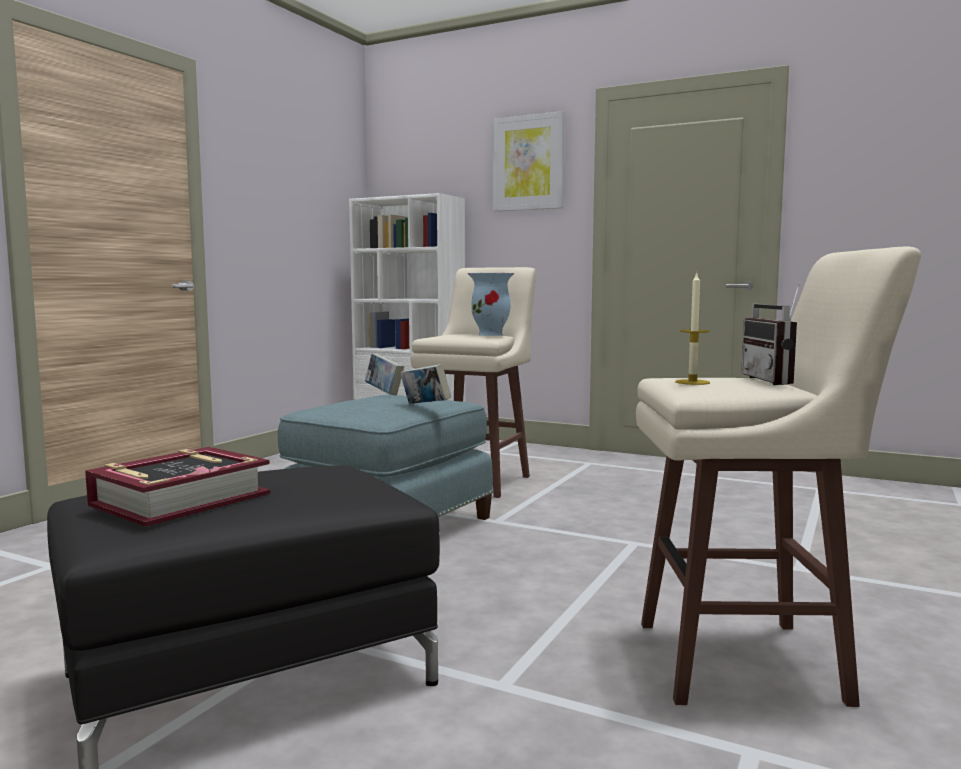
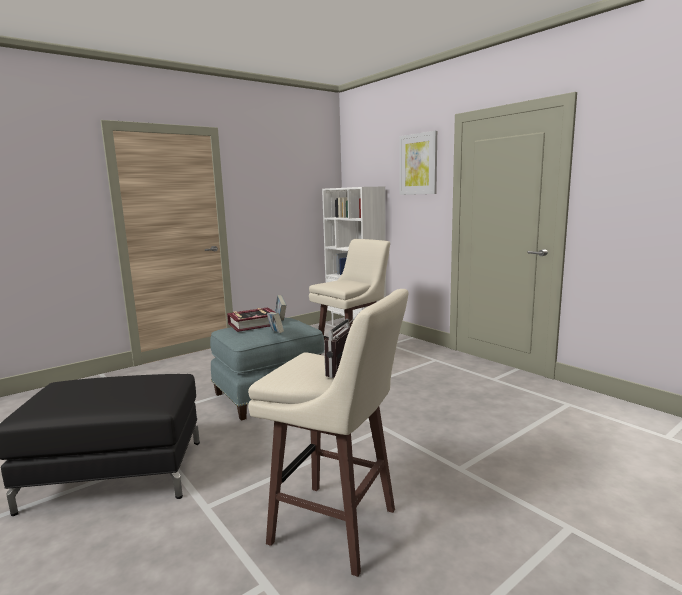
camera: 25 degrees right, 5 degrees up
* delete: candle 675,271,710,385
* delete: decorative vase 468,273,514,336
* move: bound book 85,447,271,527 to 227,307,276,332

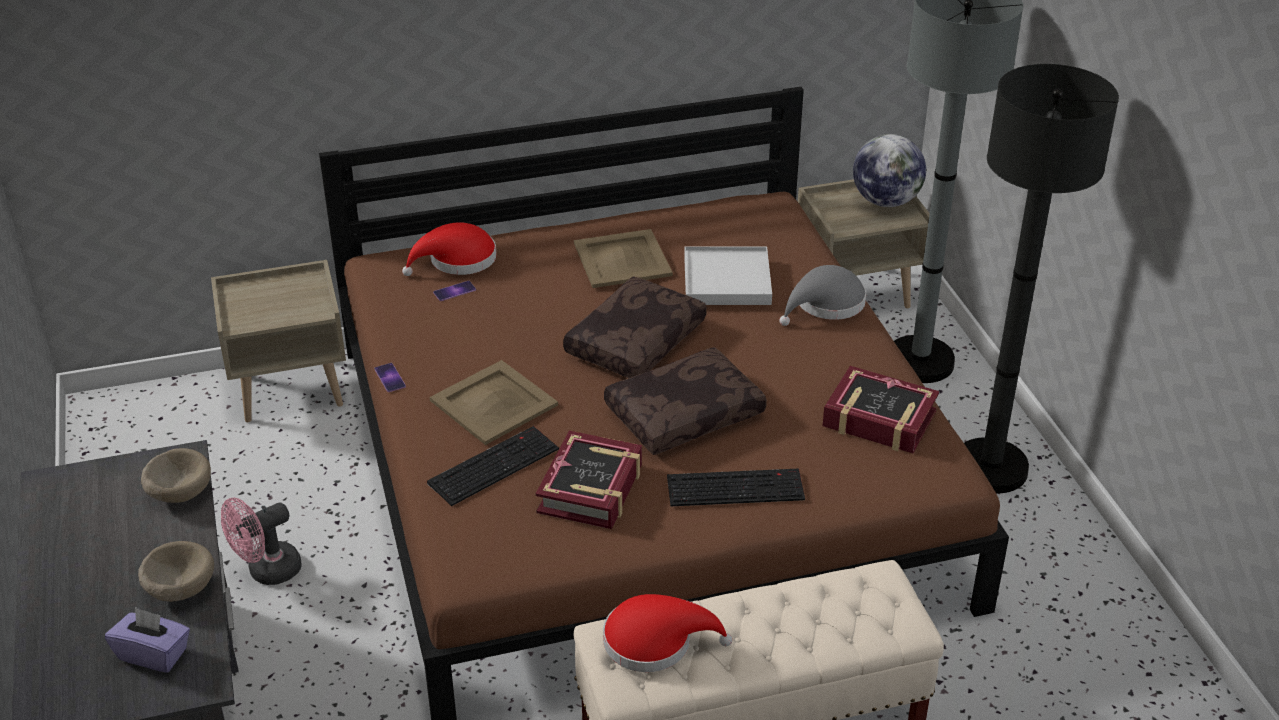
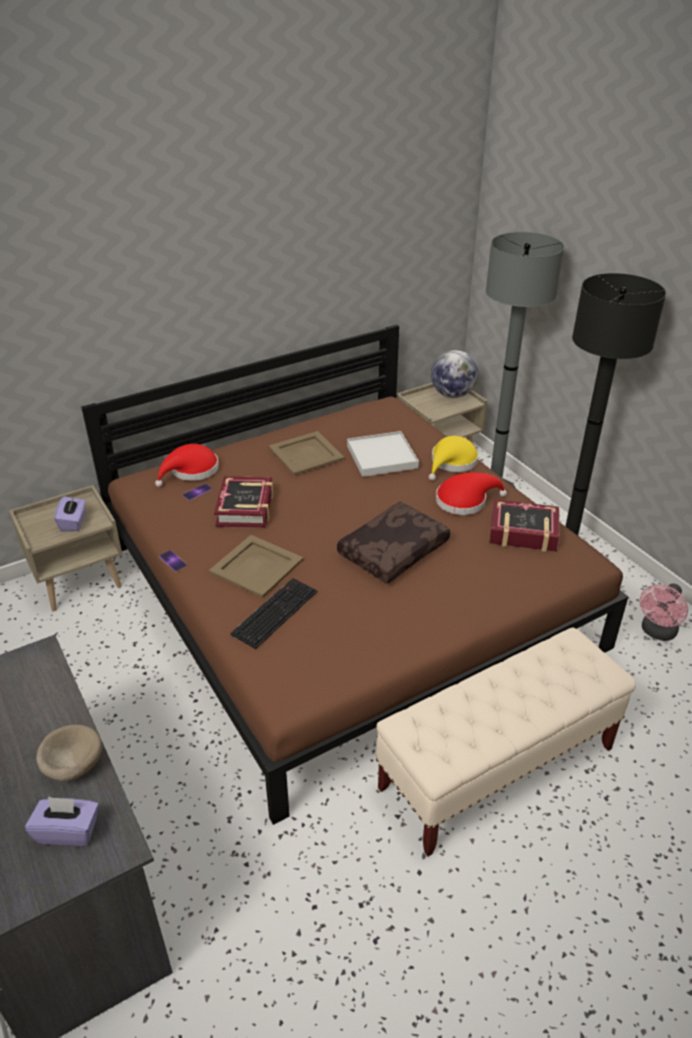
camera: 15 degrees left, 0 degrees up
* recolor: gray clothing hat 779,265,866,326 to yellow-coloured clothing hat 429,436,479,481
* delete: brown throw pillow 563,276,707,378
* move: bound book 536,431,642,529 to 214,476,273,528
* delete: sand-coloured deep dish 141,448,211,503
* delete: computer keyboard 667,469,805,506
* move: pink fan 221,497,302,585 to 640,583,688,641
* move: reddish clothing hat 603,594,732,672 to 436,472,507,515
* insert: purple-coloured tissue holder 54,496,86,532

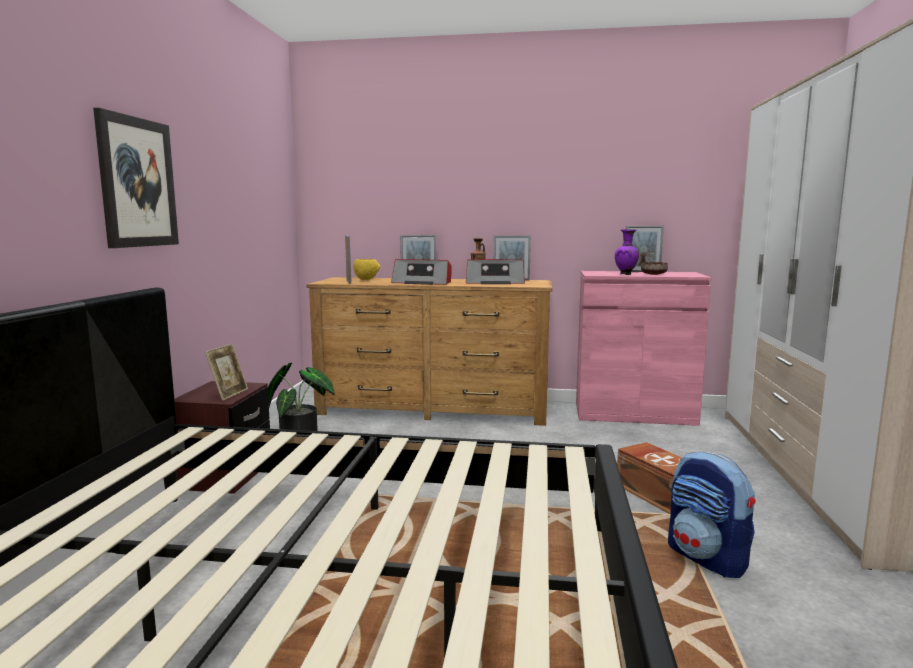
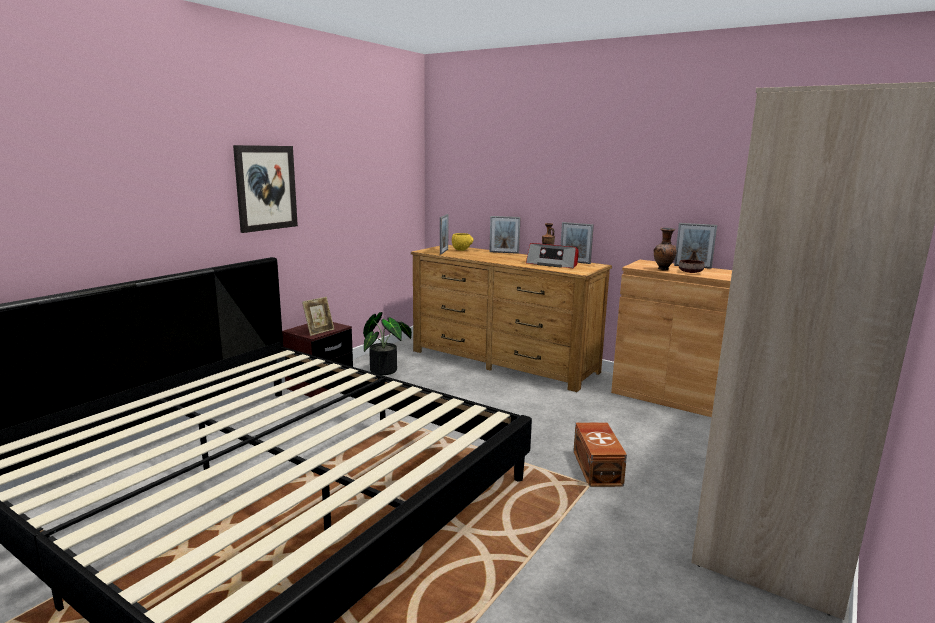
camera: 25 degrees right, 5 degrees up
* recolor: purple-coloured decorative vase 615,229,639,275 to brown decorative vase 654,228,676,271
* delete: radio set 391,259,451,285
* recolor: pink cabinet 576,271,711,426 to brown cabinet 611,260,732,417
* delete: rucksack 668,451,756,578

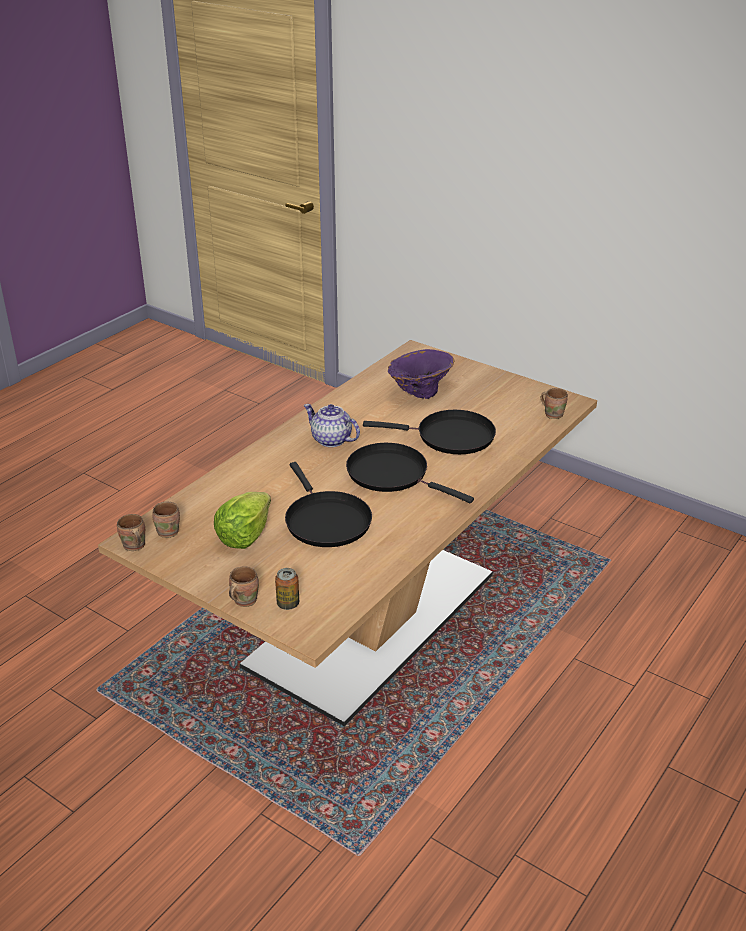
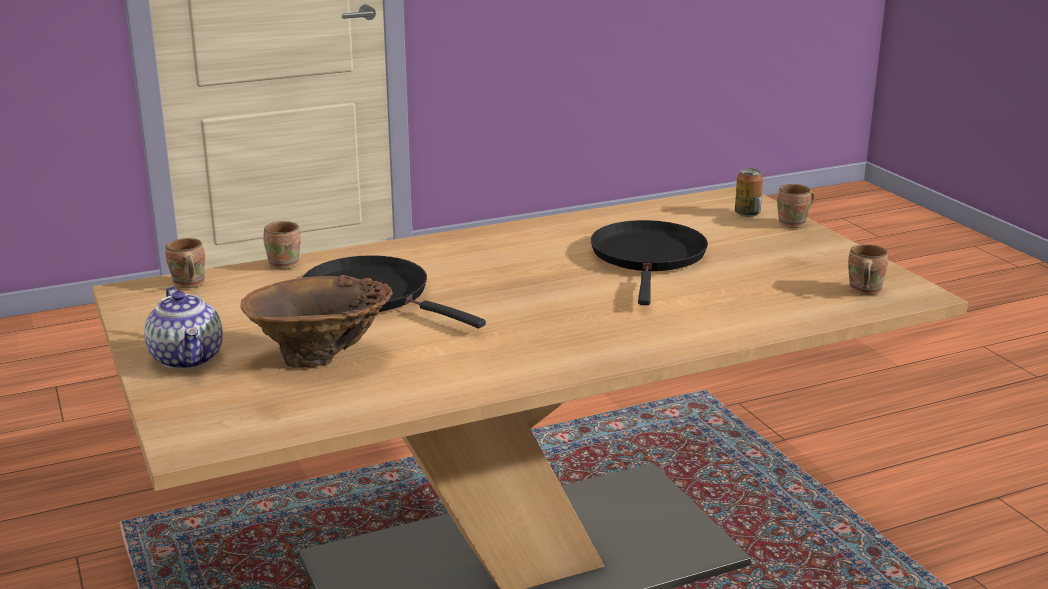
camera: 150 degrees left, 10 degrees down
* recolor: purple-coloured decorative vase 388,349,454,399 to brown decorative vase 240,275,393,368
* move: pot for tea 304,404,360,447 to 144,287,223,370
* delete: blackish skillet 346,443,474,503
* delete: head of lettuce 214,492,271,549
* move: brown mug 117,514,145,551 to 263,221,301,269

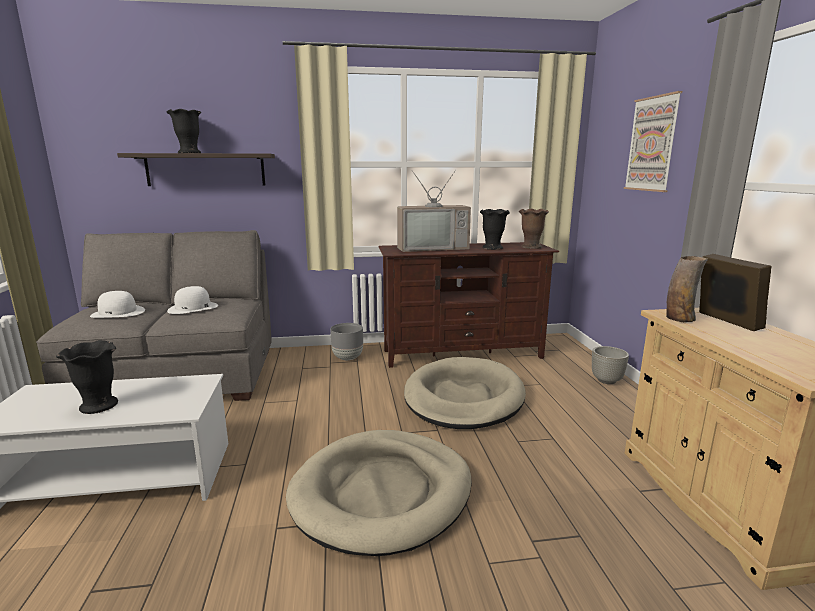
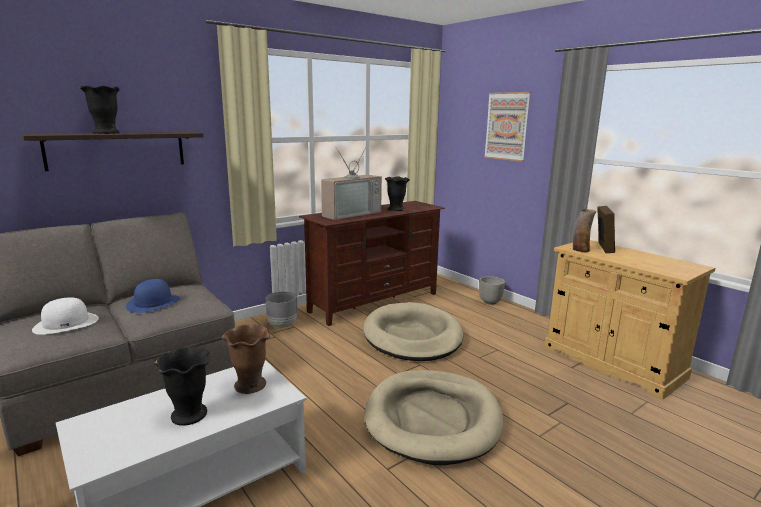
camera: 30 degrees left, 0 degrees up
* move: brown decorative vase 518,209,549,249 to 221,324,270,394
* rotate: picture frame 699,254,771,331 = 597,206,615,253 60 degrees clockwise
* recolor: white-coloured clothing hat 167,286,218,314 to blue clothing hat 126,279,180,313

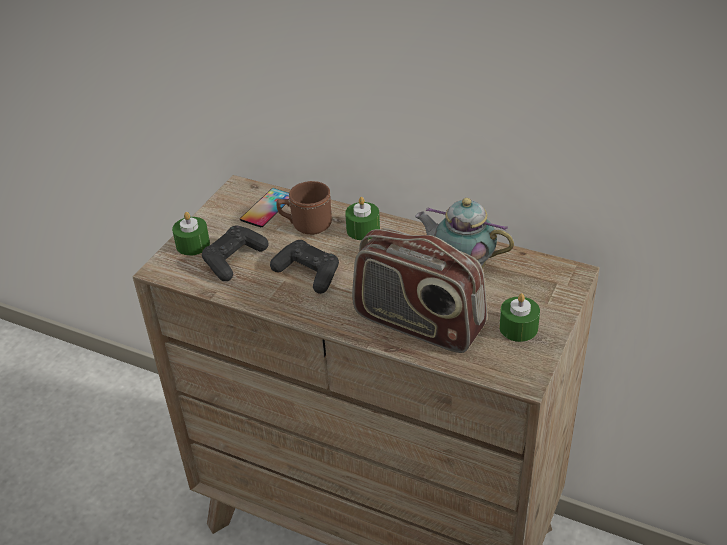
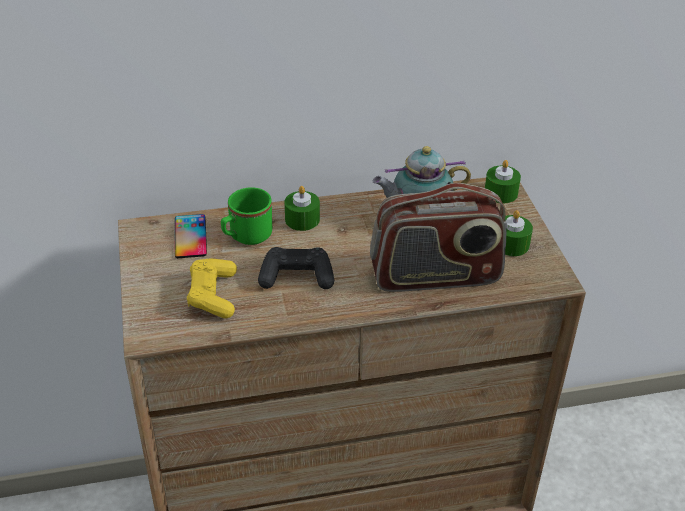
camera: 40 degrees left, 0 degrees up
* recolor: brown mug 276,181,332,235 to green-coloured mug 221,187,272,245
* move: green-coloured candle 172,212,210,256 to 485,160,521,203
* recolor: blackish gamepad 202,225,269,281 to yellow-coloured gamepad 187,259,237,318

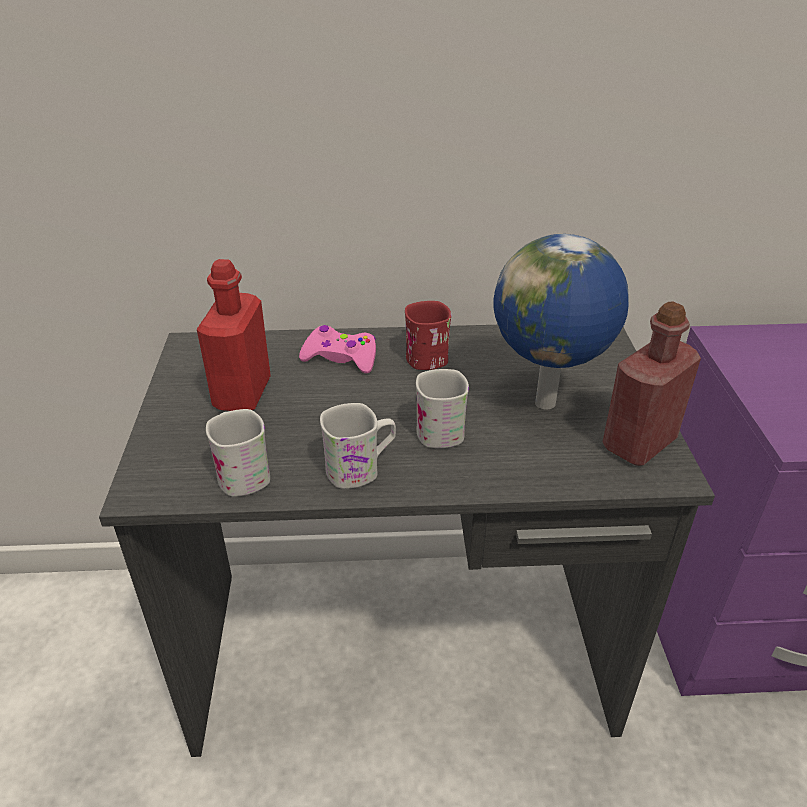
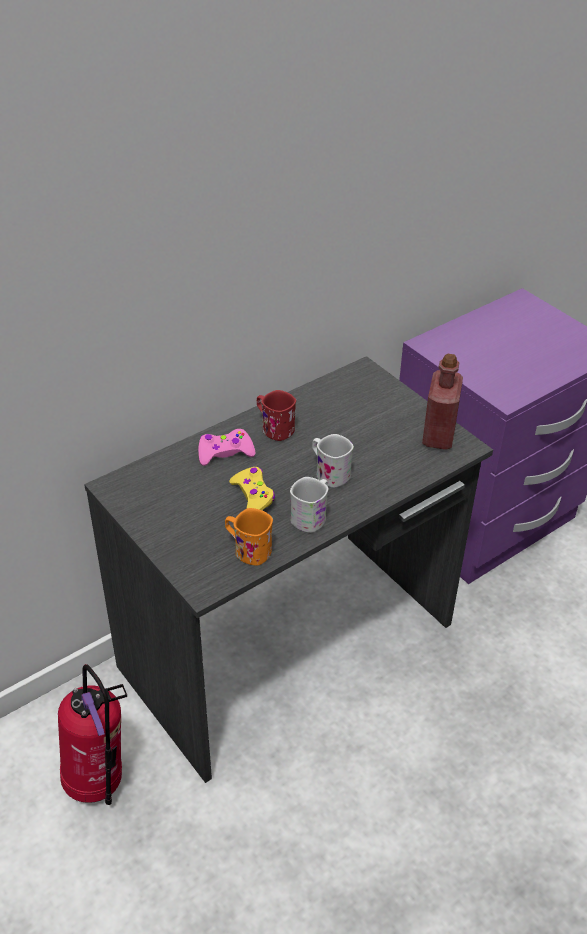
camera: 35 degrees left, 5 degrees up
* delete: desk globe 493,234,629,410
* delete: reddish bottle 197,259,271,411
* recolor: white-coloured mug 206,409,270,496 to orangey mug 225,508,273,566
* insert: yellow-coloured gamepad 229,467,275,510
* insert: fire-fighting cylinder 58,664,127,805

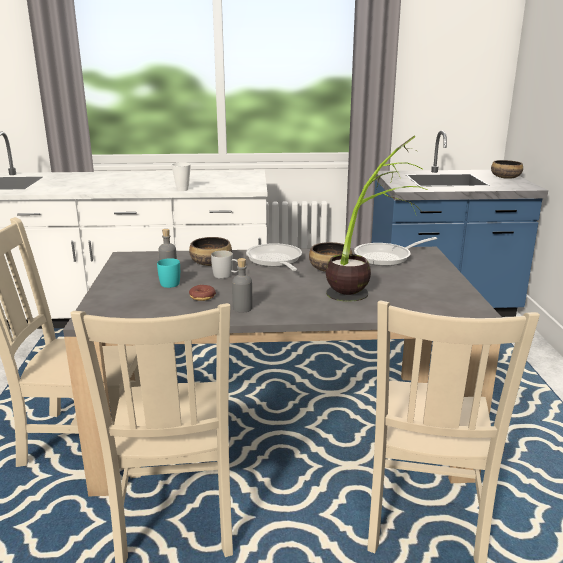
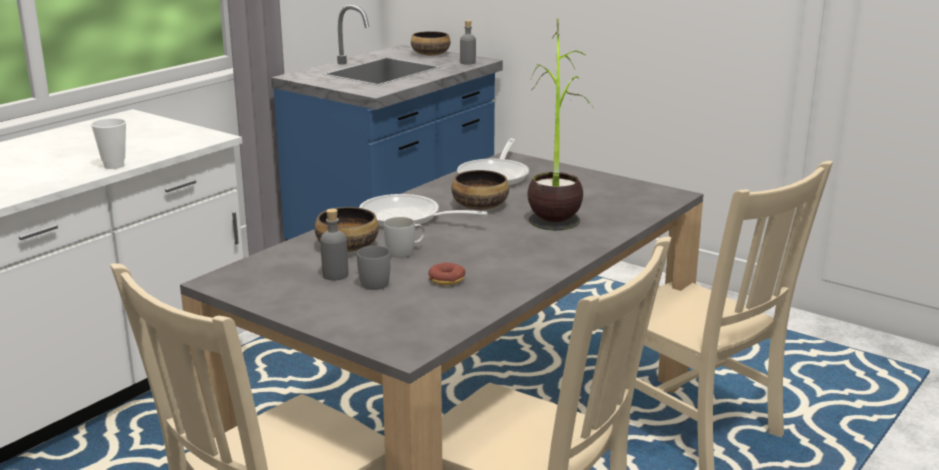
camera: 50 degrees left, 0 degrees up
* recolor: turquoise-coloured mug 157,258,180,288 to gray mug 357,246,391,290
* move: gray bottle 232,258,252,313 to 460,20,476,65

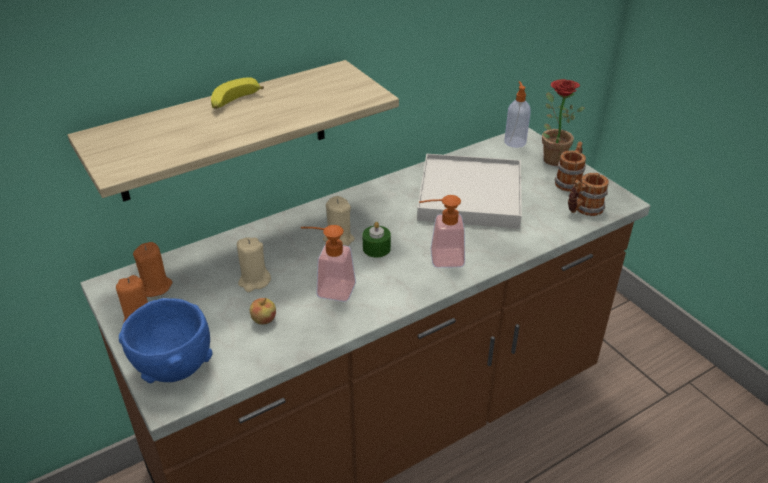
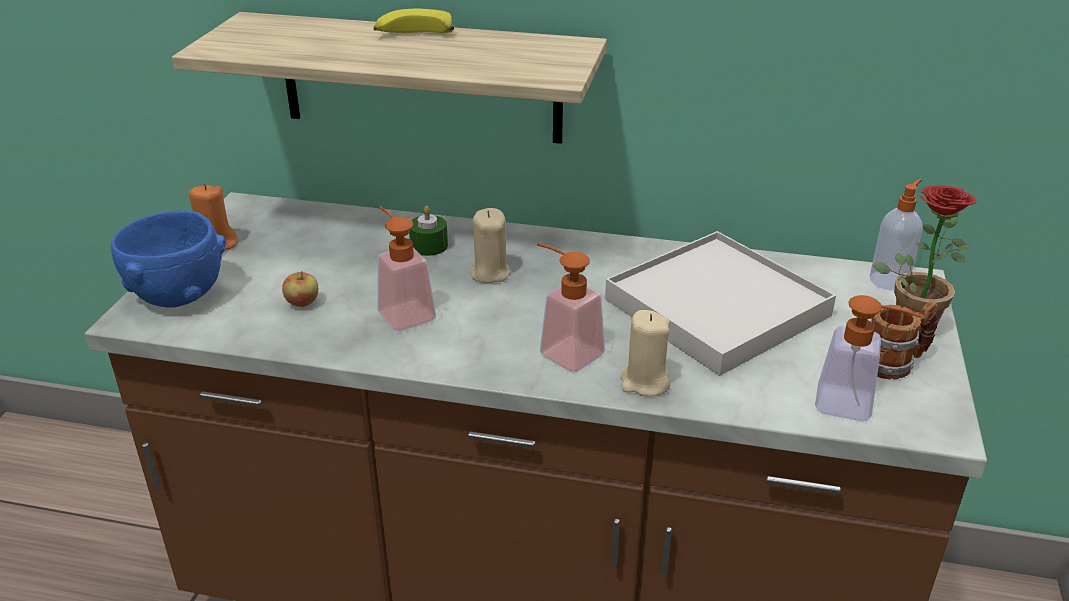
camera: 45 degrees right, 5 degrees down
* replace: mug 568,173,609,216 to liquid soap bottle 815,295,923,421
* move: green-coloured candle 362,222,391,258 to 409,206,448,256
* move: sand-coloured candle 237,237,271,292 to 620,310,670,397
* delete: orangey candle 133,242,172,297

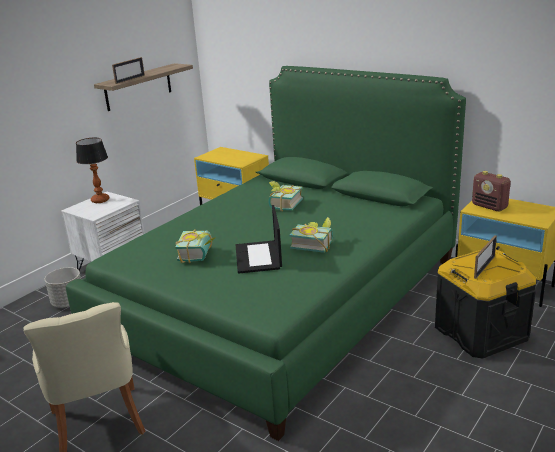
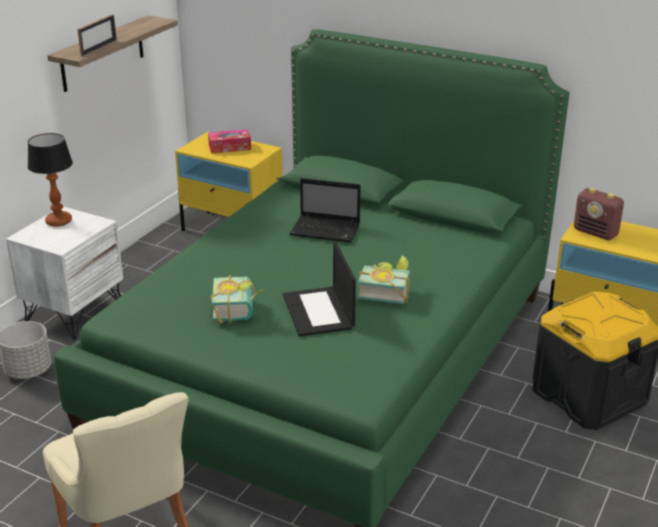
camera: 10 degrees left, 5 degrees up
* replace: bound book 268,181,303,211 to laptop 290,178,361,243
* delete: picture frame 474,235,497,279
* insert: tissue holder 208,129,251,154

